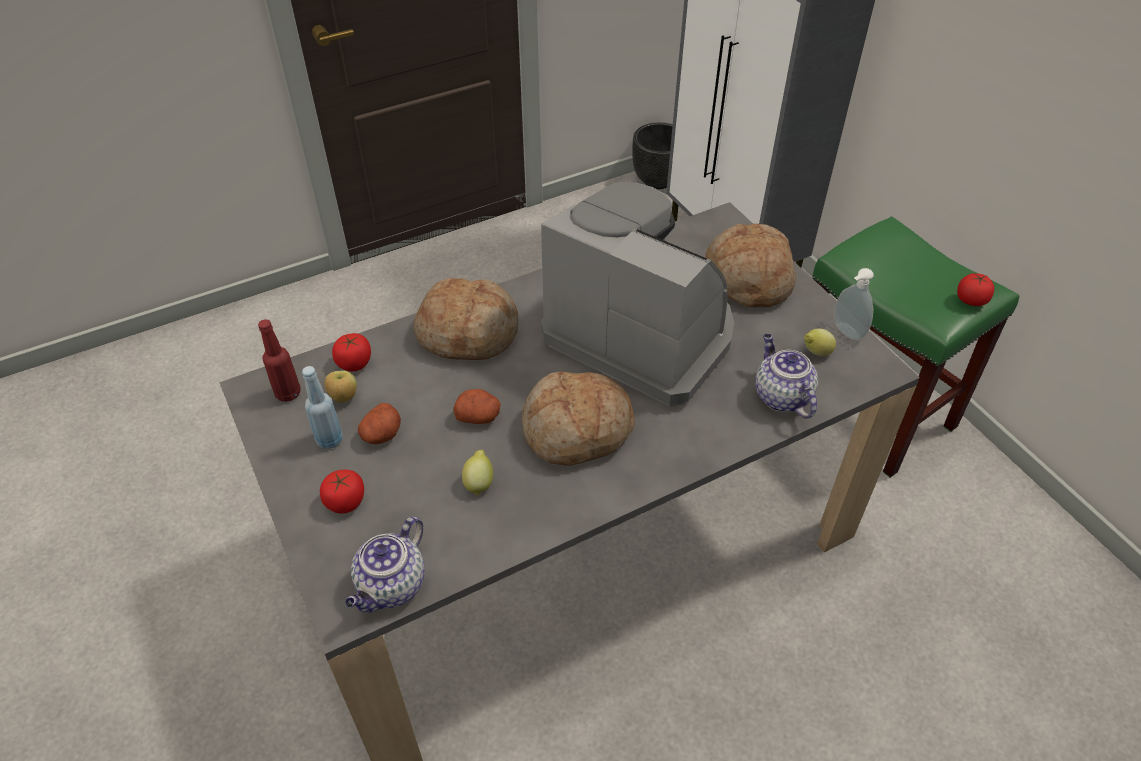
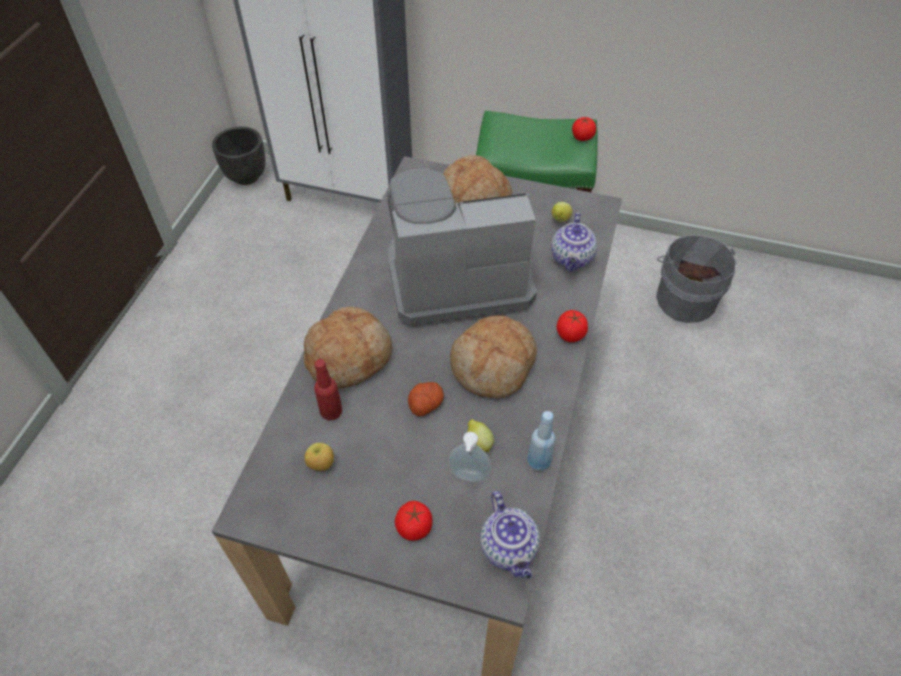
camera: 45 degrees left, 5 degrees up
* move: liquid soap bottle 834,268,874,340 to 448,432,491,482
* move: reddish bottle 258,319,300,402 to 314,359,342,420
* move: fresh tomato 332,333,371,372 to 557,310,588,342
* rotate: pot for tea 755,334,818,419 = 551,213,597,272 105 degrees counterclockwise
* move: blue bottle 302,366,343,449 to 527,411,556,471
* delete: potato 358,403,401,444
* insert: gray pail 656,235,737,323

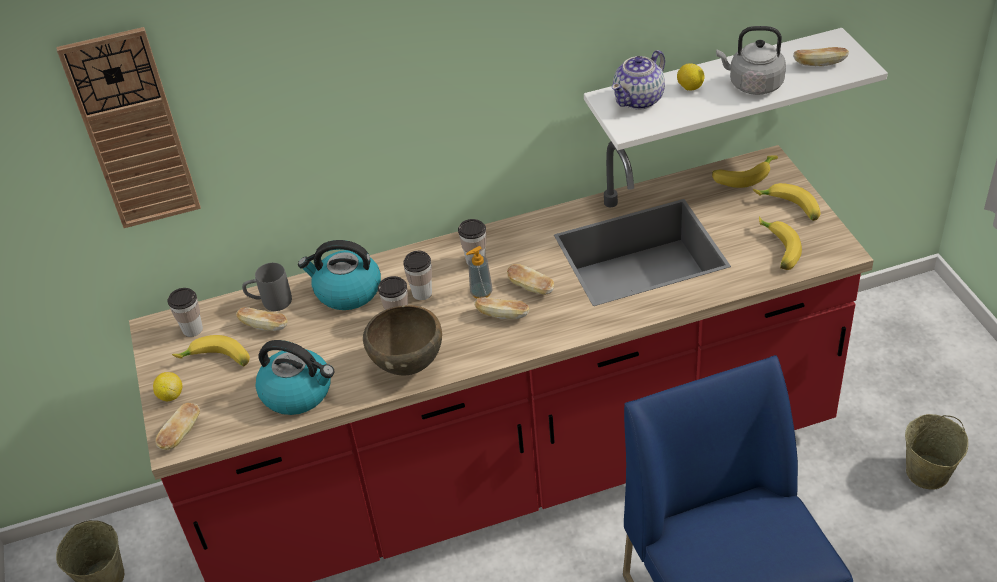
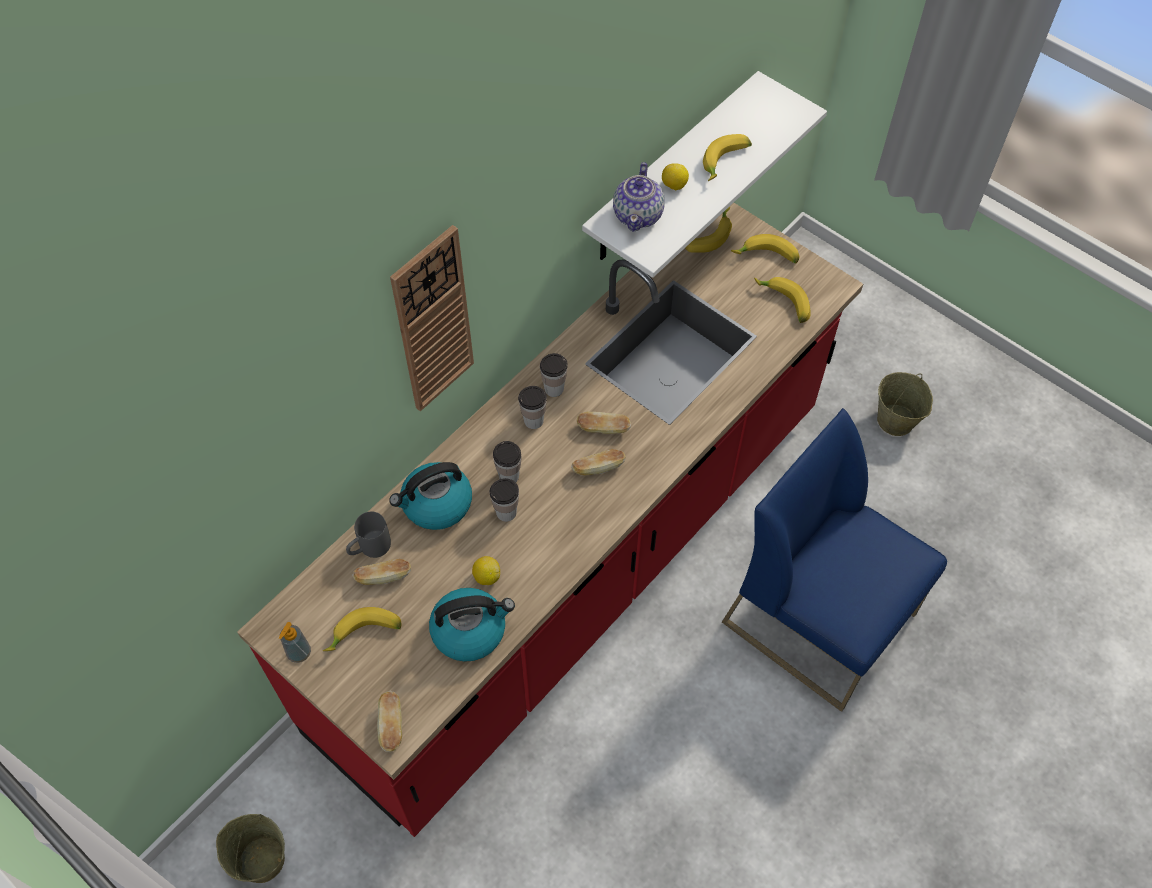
camera: 35 degrees left, 15 degrees up
* replace: gray kettle 716,26,786,95 to banana fruit 703,134,752,181
* move: clock on the wall 56,27,201,228 to 390,225,474,411
* delete: bakery bread 793,47,849,66
* move: liquid soap bottle 466,246,492,299 to 279,622,311,663
* move: drinking cup 167,288,203,337 to 540,353,568,397
* delete: brown deep dish 363,305,442,376
* move: citrus fruit 153,372,182,401 to 472,556,500,585

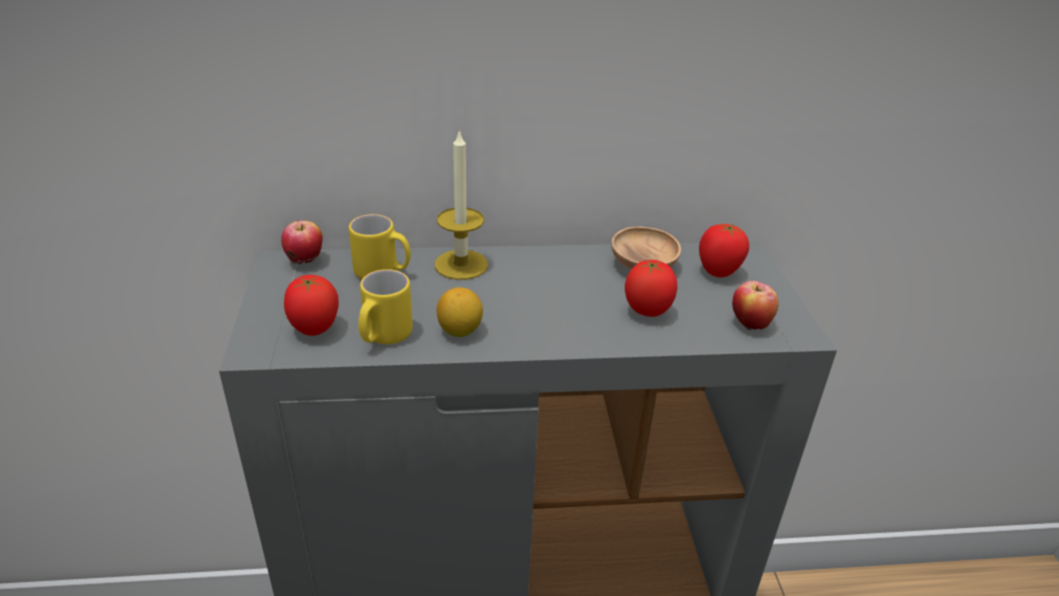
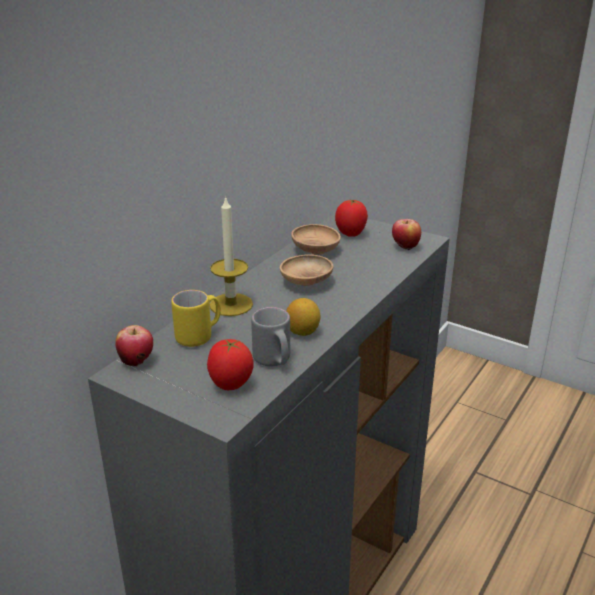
camera: 50 degrees left, 5 degrees down
* delete: fresh tomato 625,259,677,317
* recolor: yellow-coloured mug 358,269,413,344 to gray mug 251,307,290,366
* insert: brown deep dish 280,254,333,286

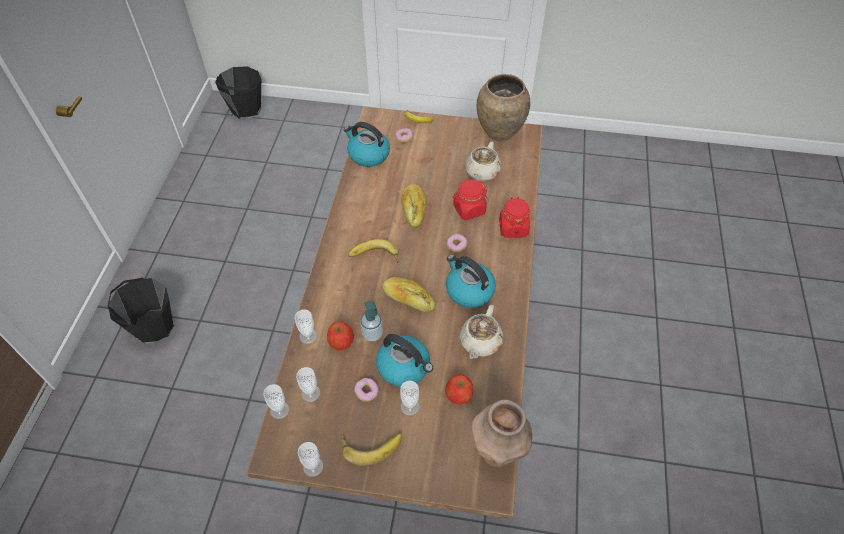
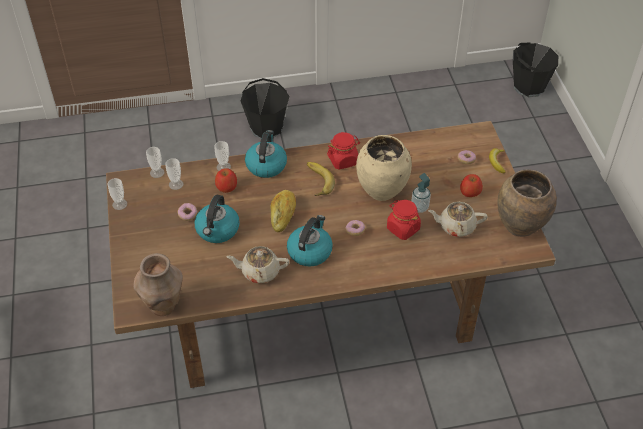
camera: 70 degrees right, 5 degrees down
* move: kettle 343,122,390,167 to 245,130,287,178
* replace: bakery bread 401,184,427,228 to sand-coloured decorative vase 356,135,412,201
* move: reddish storage jar 499,197,530,238 to 327,132,360,170
* move: liquid soap bottle 360,301,383,342 to 412,173,431,213
* move: whole apple 445,374,473,404 to 460,174,483,197
* delete: drinking cup 400,381,420,415
* delete: banana fruit 341,433,402,466

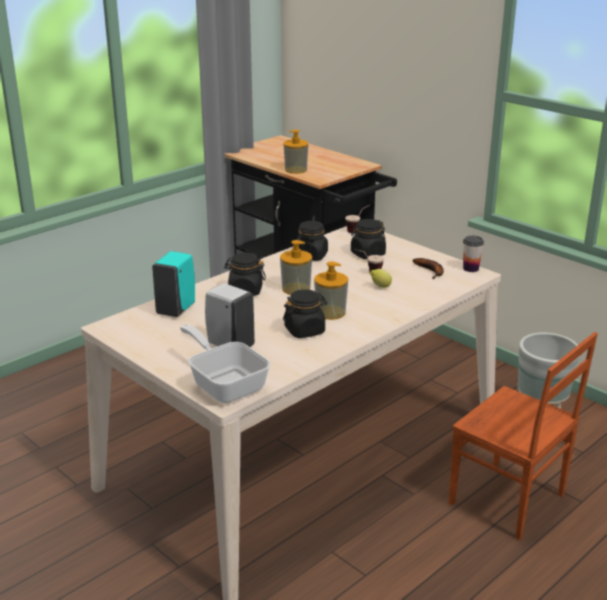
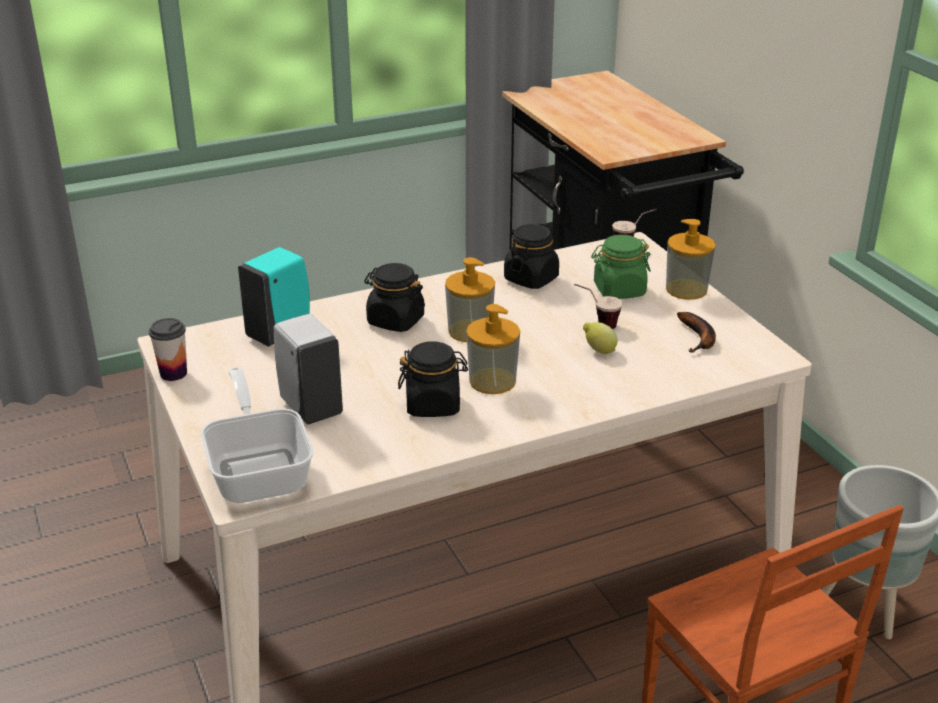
camera: 20 degrees right, 5 degrees up
* move: liquid soap bottle 283,130,308,174 to 666,219,716,300
* recolor: blackish storage jar 351,219,386,259 to green-coloured storage jar 591,235,651,299
* move: drinking cup 463,236,484,272 to 149,318,187,381

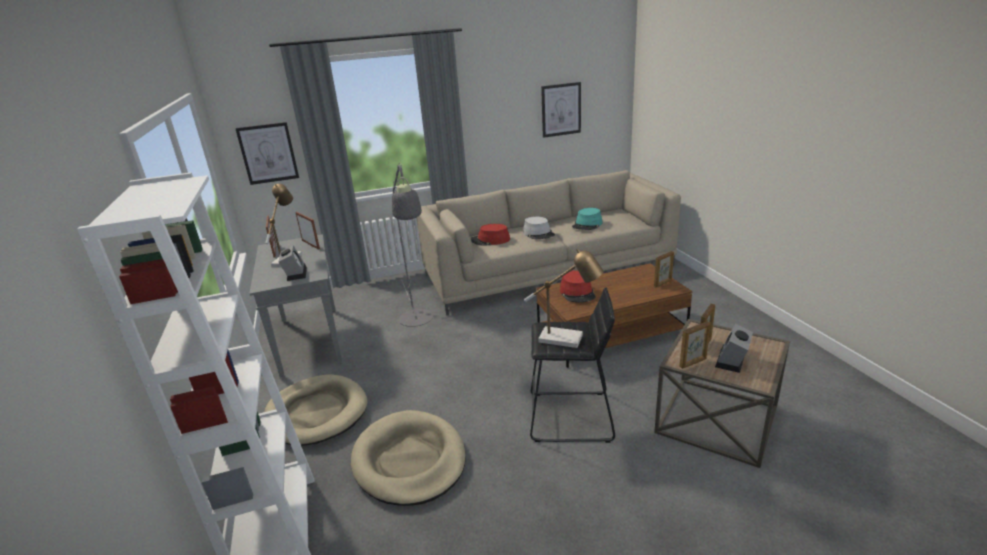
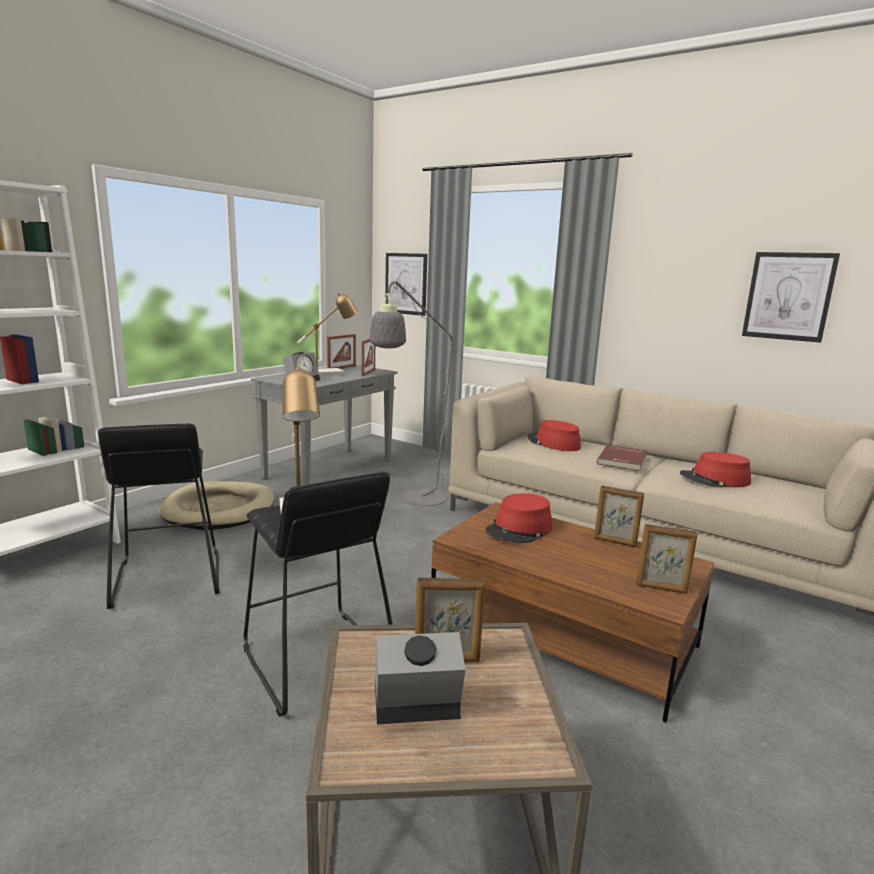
camera: 50 degrees right, 10 degrees down
* recolor: turquoise-coloured clothing hat 572,208,603,230 to reddish clothing hat 680,452,751,487
* replace: gray clothing hat 523,216,555,239 to reddish bound book 597,445,647,471
* move: picture frame 679,321,711,369 to 594,486,644,547
* replace: sand-coloured dog cushion 351,410,466,506 to blackish sitting stool 98,423,220,609

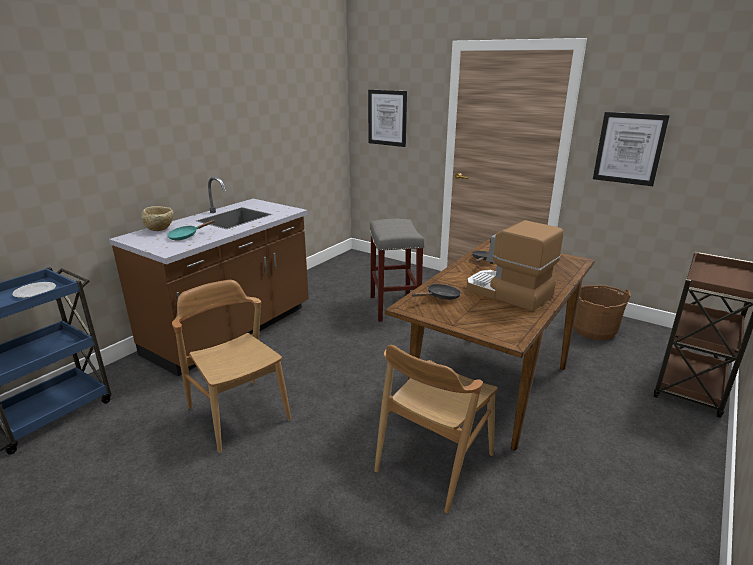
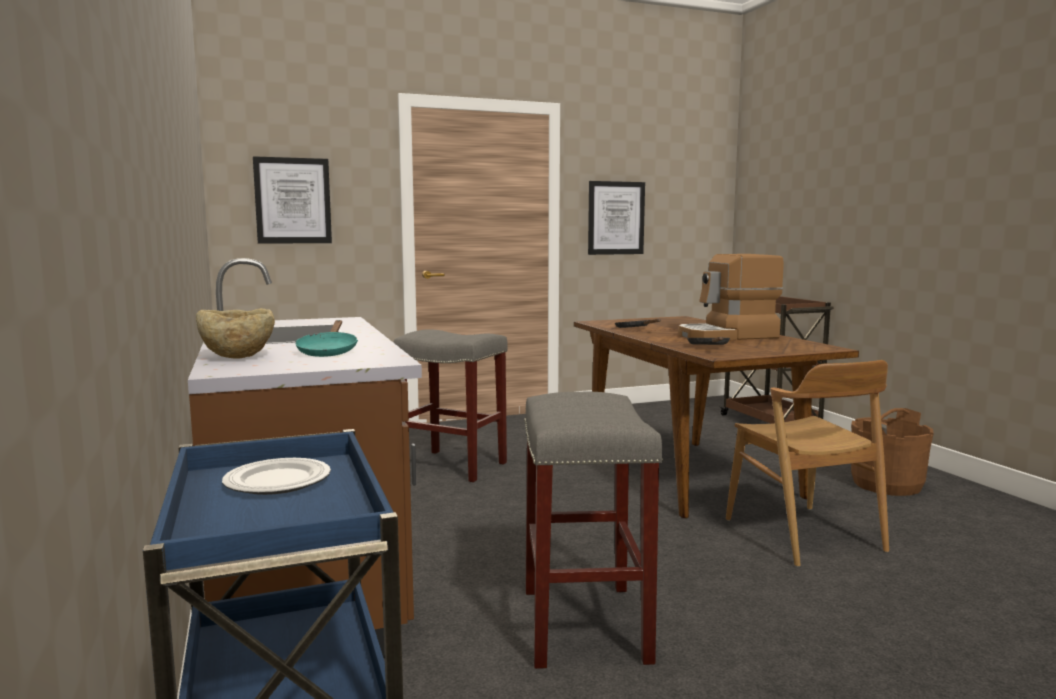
camera: 55 degrees left, 15 degrees down
* replace: brown plain chair 172,280,291,453 to gray sitting stool 524,391,663,669
* move: brown pail 574,285,631,340 to 851,408,934,496

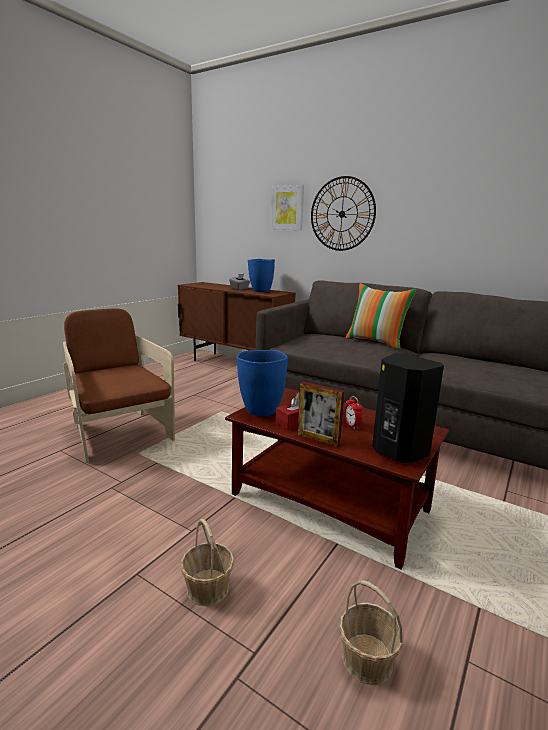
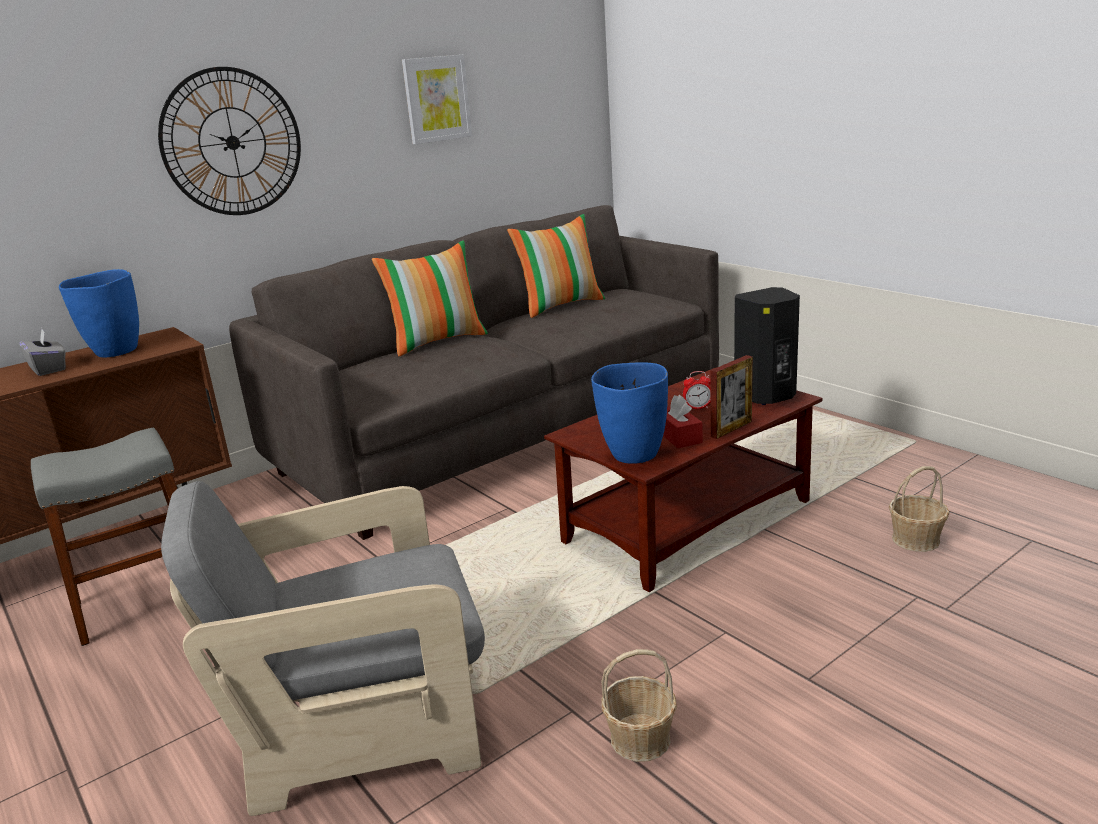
camera: 70 degrees left, 5 degrees up
* move: wall picture 270,185,304,230 to 402,55,472,144
* recolor: brown lounge chair 63,308,175,463 to gray lounge chair 161,481,485,816
* move: household basket 180,519,234,606 to 601,649,677,762
* insert: throw pillow 507,214,605,318
* insert: gray sitting stool 31,428,177,646

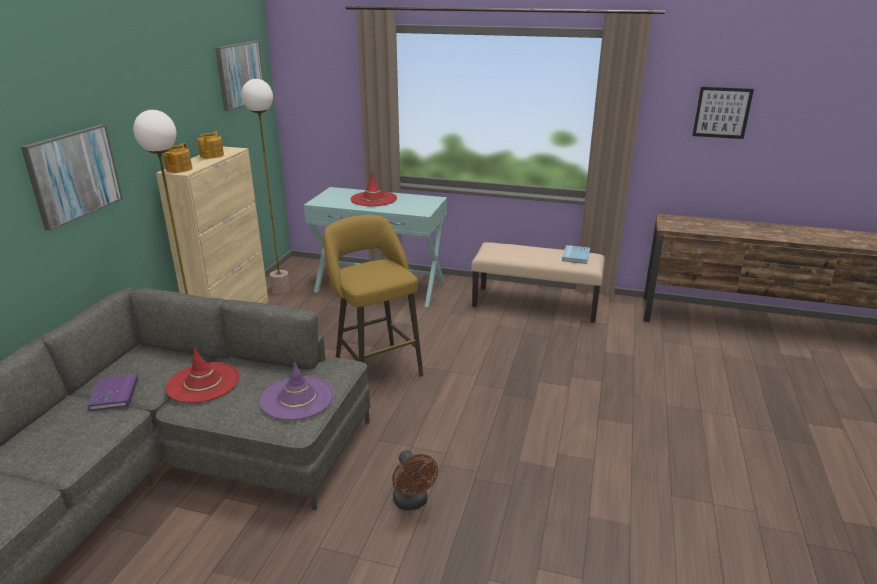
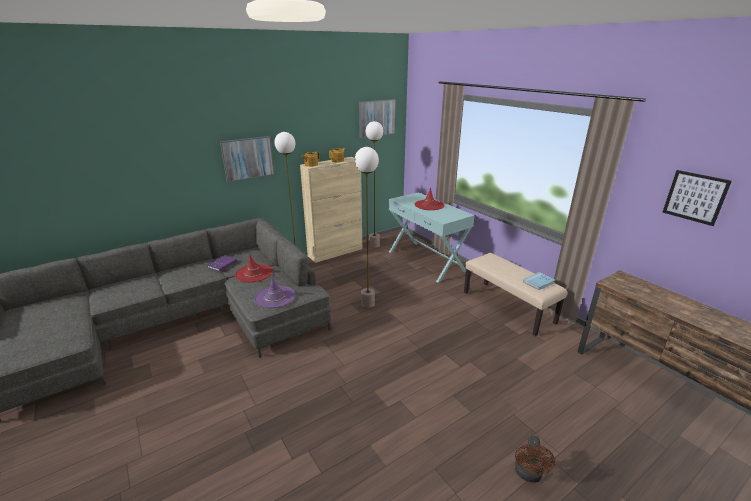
camera: 40 degrees right, 0 degrees up
* replace: yellow-coloured sitting stool 323,215,423,377 to standing lamp 355,147,379,308
* move: brown fan 392,450,438,511 to 515,435,555,483

